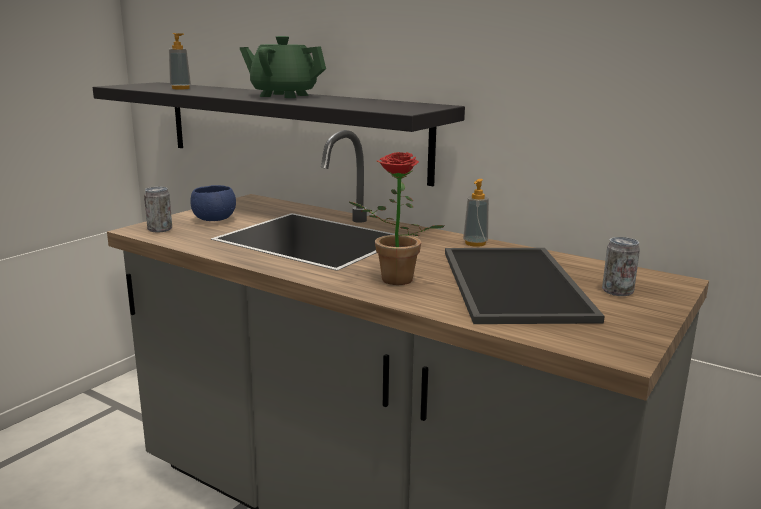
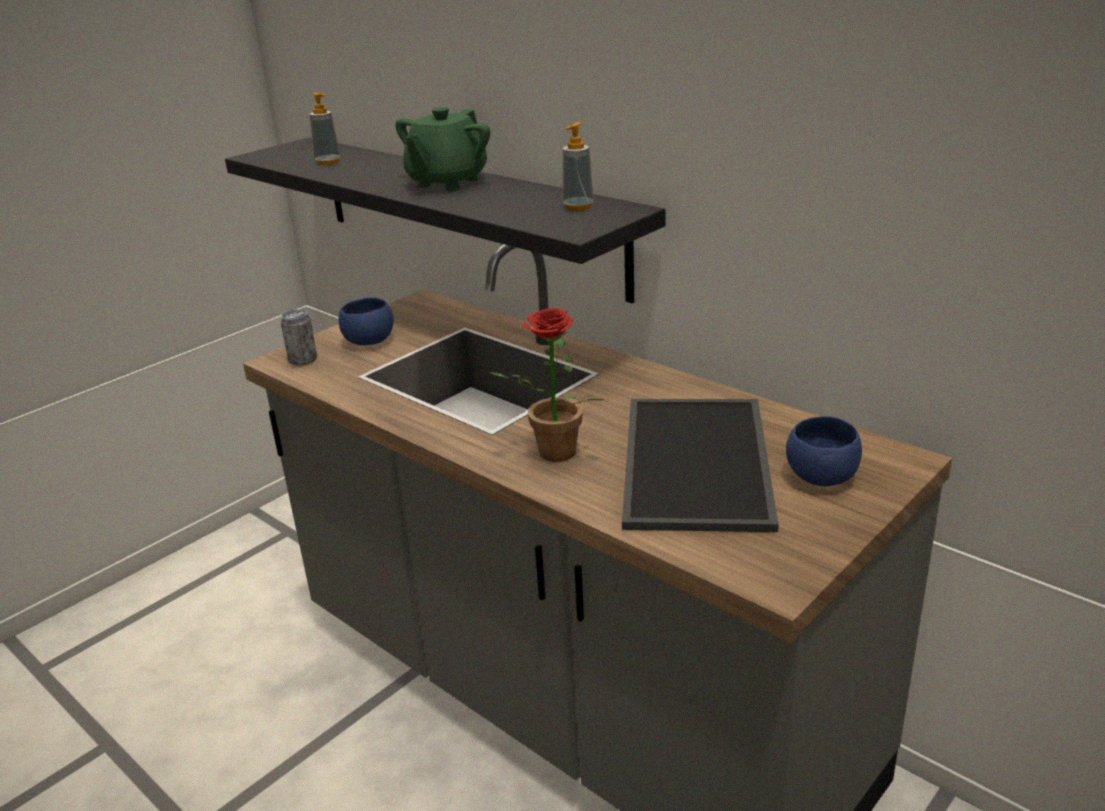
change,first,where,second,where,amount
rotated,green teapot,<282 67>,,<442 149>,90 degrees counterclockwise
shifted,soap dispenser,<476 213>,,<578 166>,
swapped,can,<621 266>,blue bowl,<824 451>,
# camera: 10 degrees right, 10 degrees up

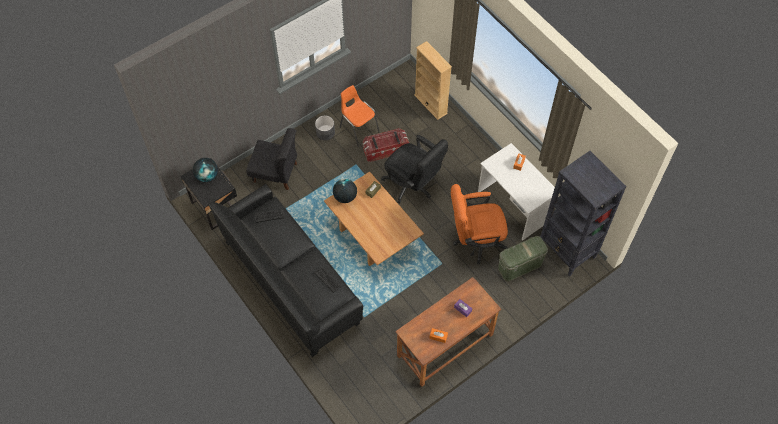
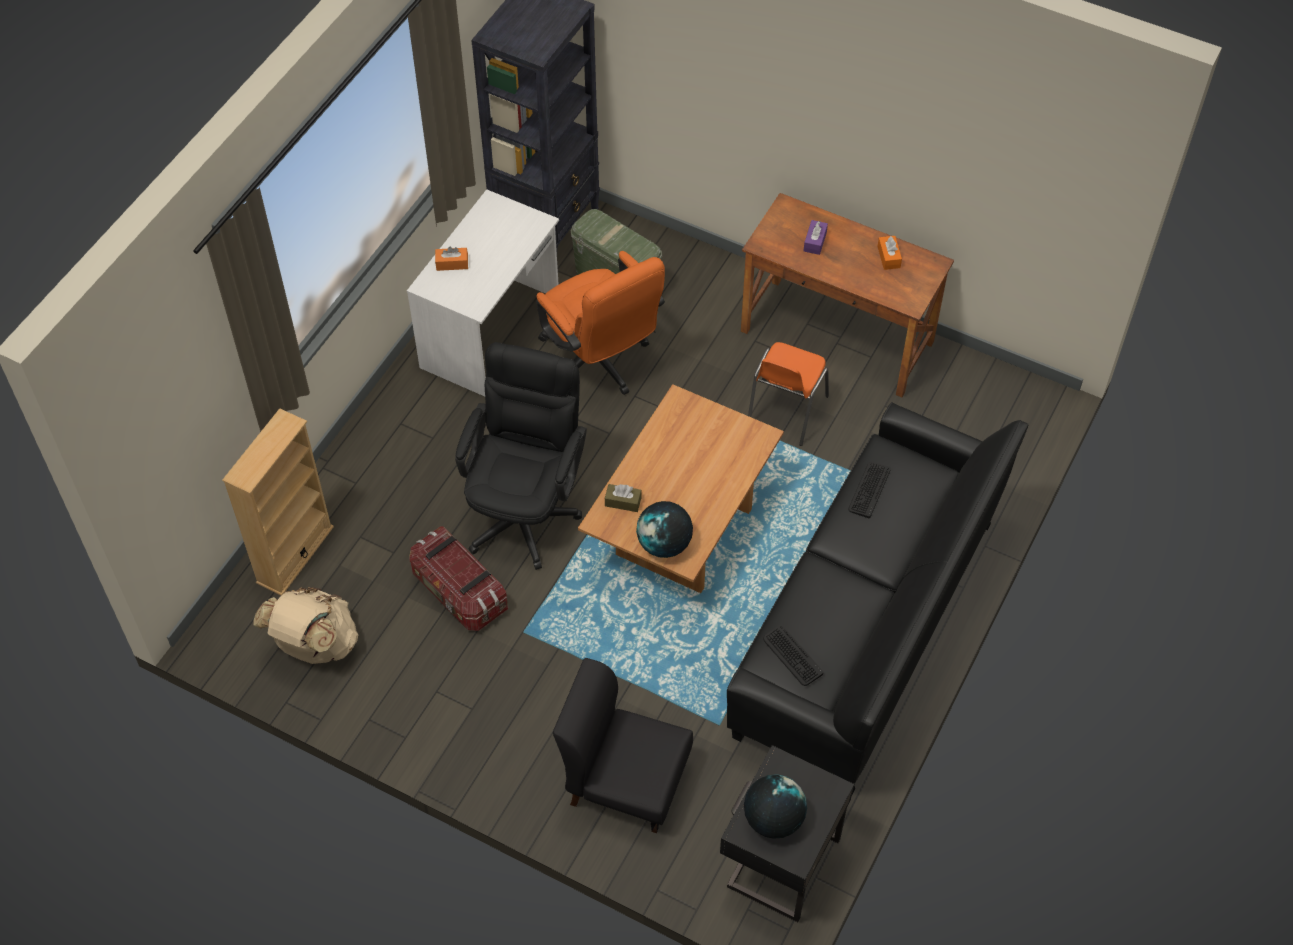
change,first,where,second,where,amount
rotated,black chair,<271 159>,,<623 745>,60 degrees counterclockwise
gone,grey planter,<325 127>,,,
shifted,orange chair,<360 116>,,<788 394>,
new,,,beige backpack,<306 625>,
# camera: 115 degrees left, 5 degrees down

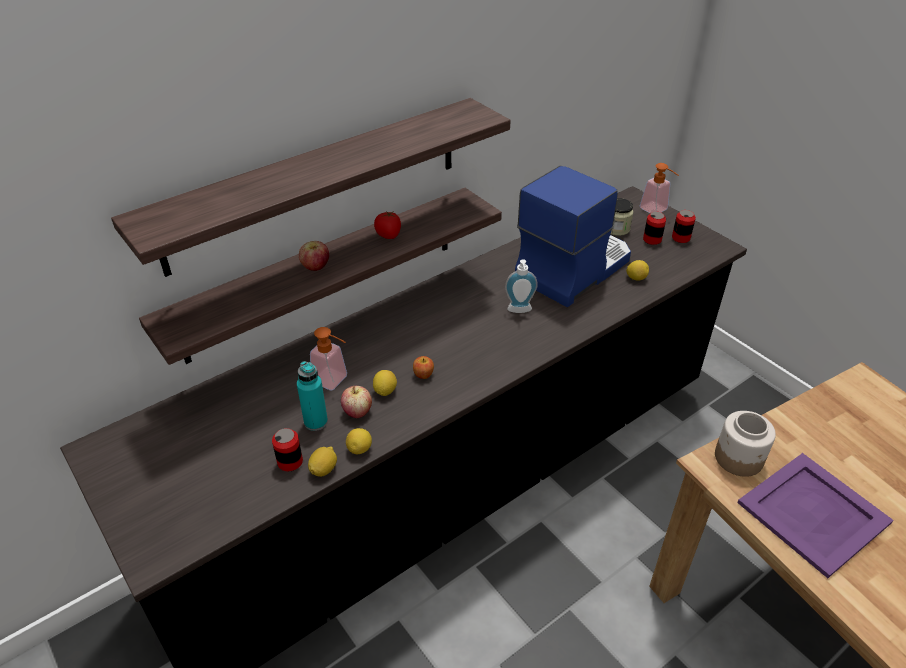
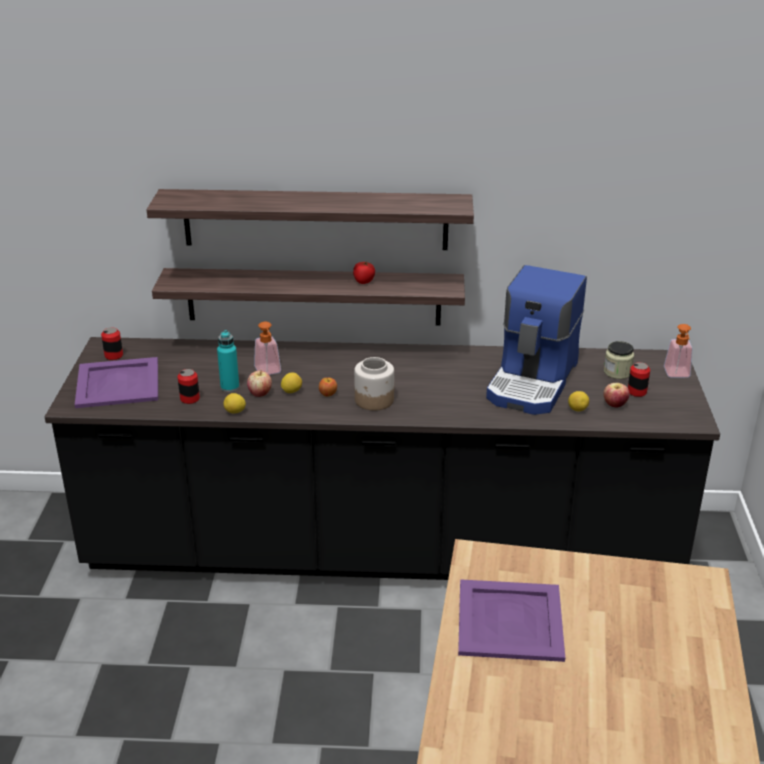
change,first,where,second,where,amount
shifted,apple,<314 256>,,<616 395>,
gone,lemon,<322 461>,,,
gone,soap dispenser,<521 286>,,,
rotated,coffee machine,<573 236>,,<536 340>,120 degrees clockwise
shifted,can,<684 226>,,<112 343>,
shifted,jar,<745 444>,,<374 384>,
new,,,purple tray,<116 382>,
# camera: 40 degrees right, 10 degrees down

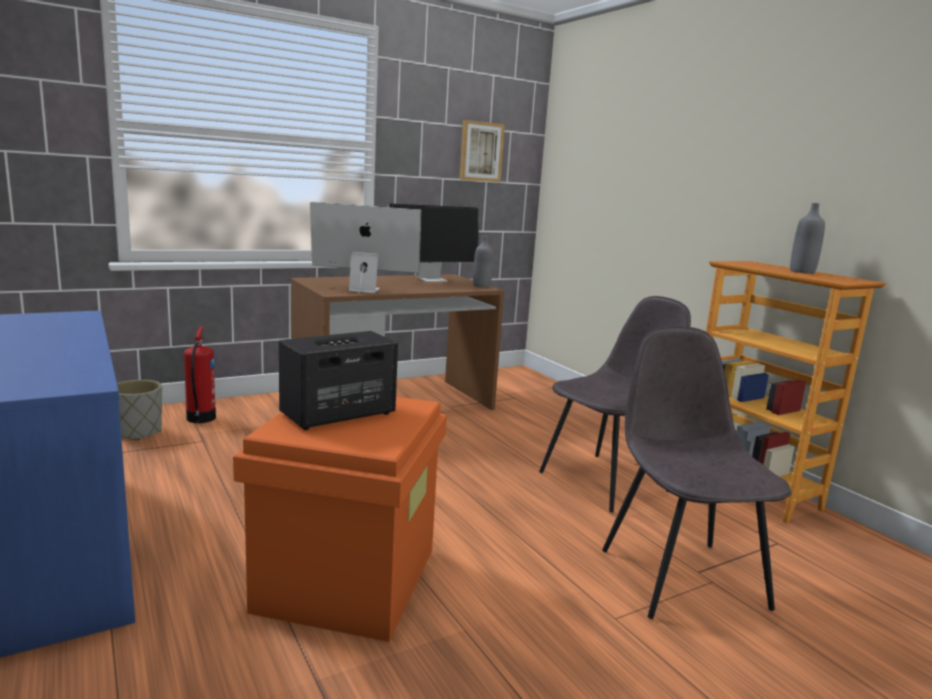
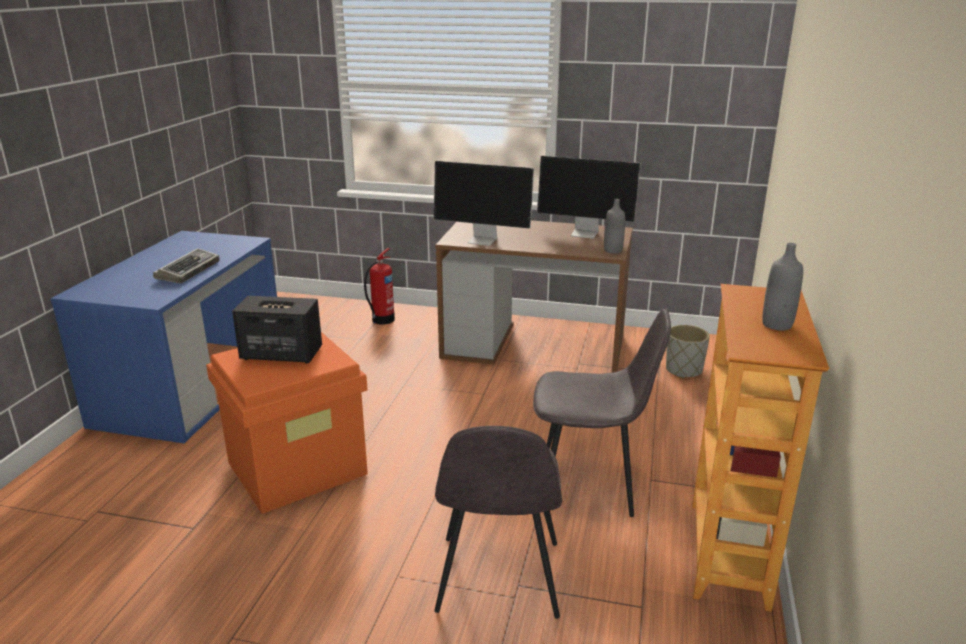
change,first,where,second,where,amount
shifted,grey planter,<139 410>,,<688 351>,
rotated,monitor,<366 248>,,<484 203>,150 degrees clockwise
gone,picture,<482 151>,,,
rotated,grey chair,<697 472>,,<498 522>,150 degrees clockwise
new,,,keyboard,<186 266>,
# camera: 45 degrees right, 10 degrees up

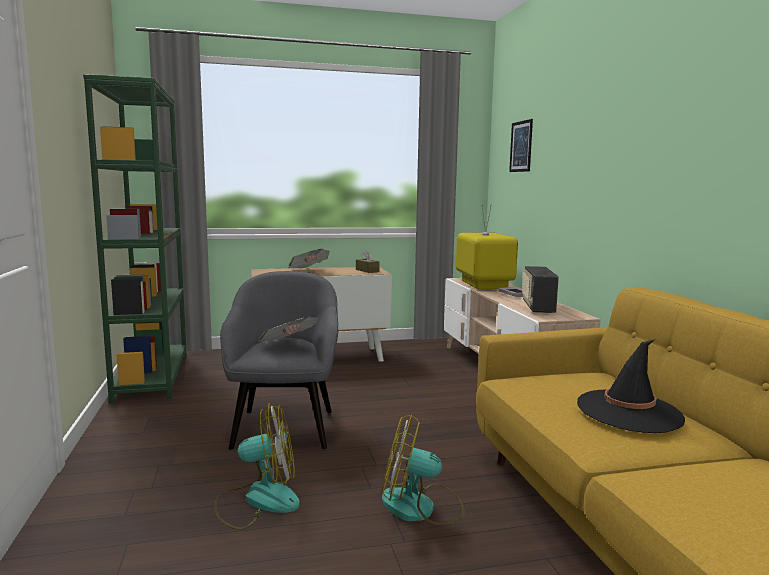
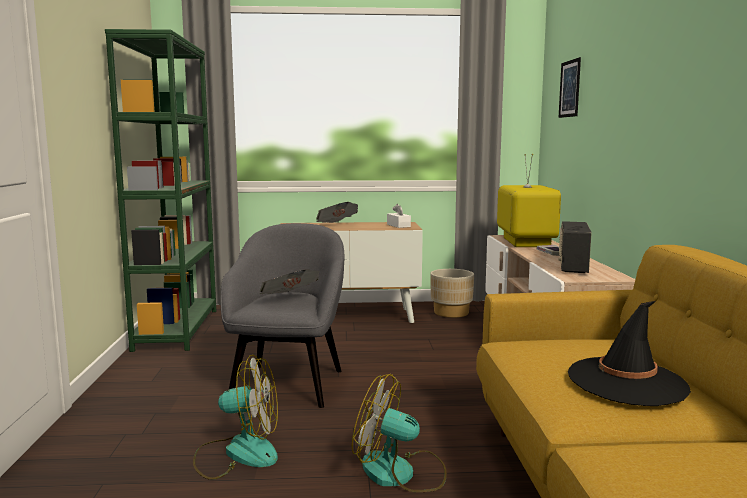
change,first,where,second,where,amount
repainted,brown tissue box,<368 261>,white tissue box,<399 216>,
new,,,beige planter,<452 293>,
# camera: 10 degrees right, 0 degrees up

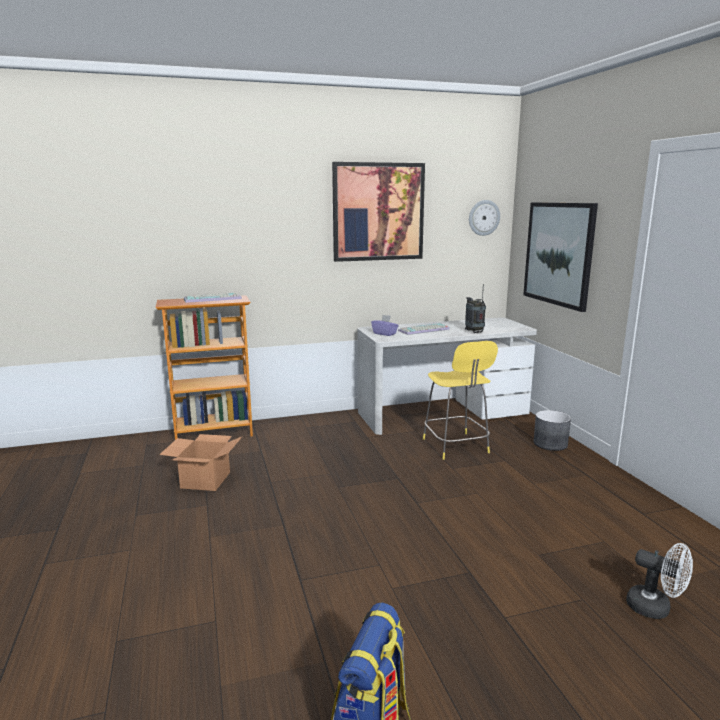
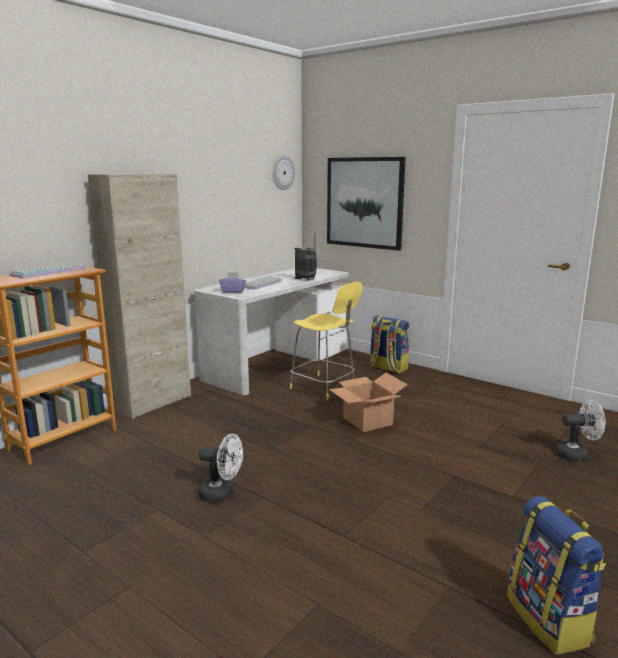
change,first,where,second,where,amount
shifted,cardboard box,<201 462>,,<368 402>,
gone,picture,<378 212>,,,
swapped,grey planter,<552 430>,backpack,<389 344>,
new,,,beige cabinet,<139 297>,
new,,,white fan,<221 468>,
# camera: 35 degrees left, 0 degrees up

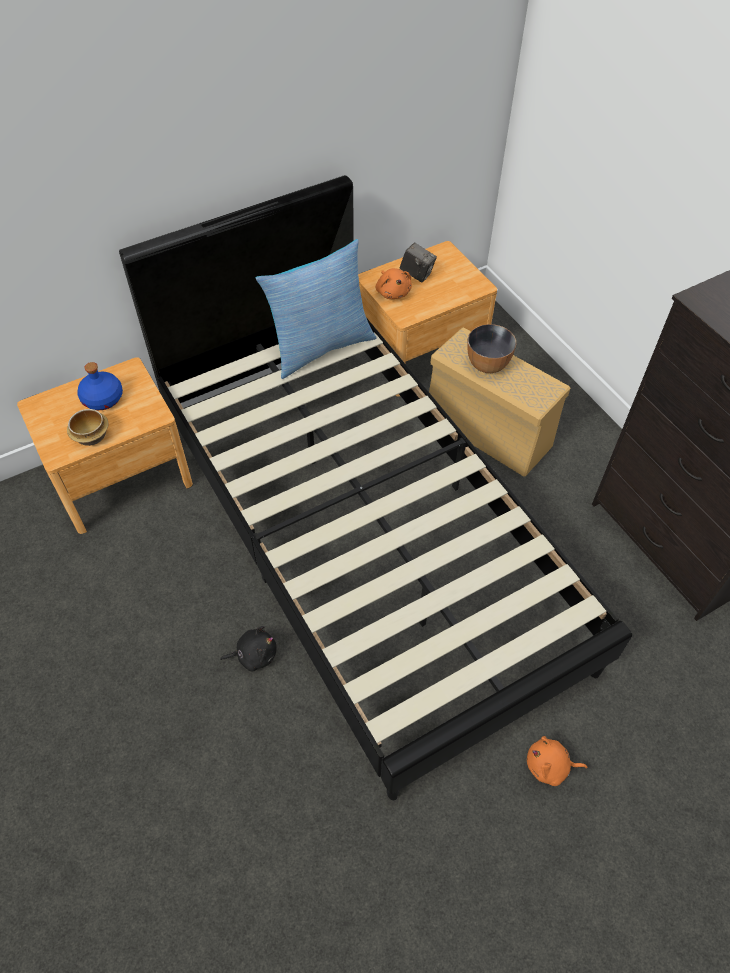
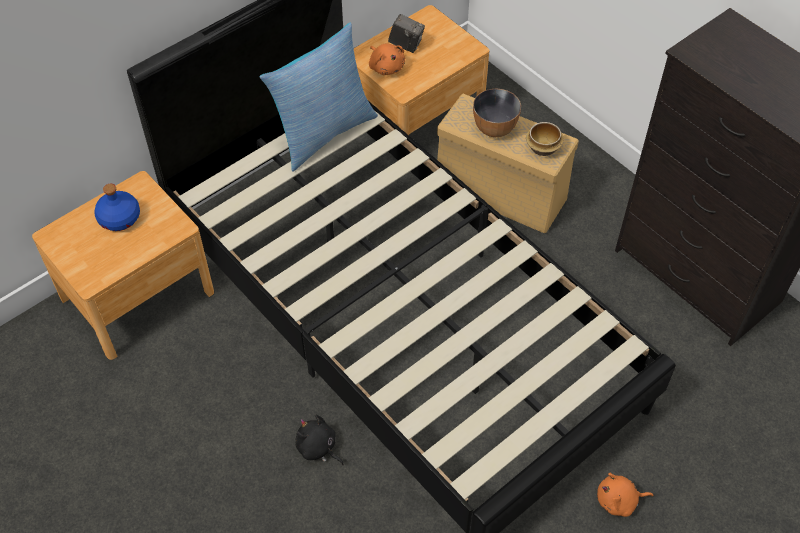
change,first,where,second,where,amount
shifted,bowl,<88 427>,,<545 139>,
rotated,black plush toy,<248 648>,,<320 439>,120 degrees counterclockwise
# camera: 10 degrees left, 0 degrees up

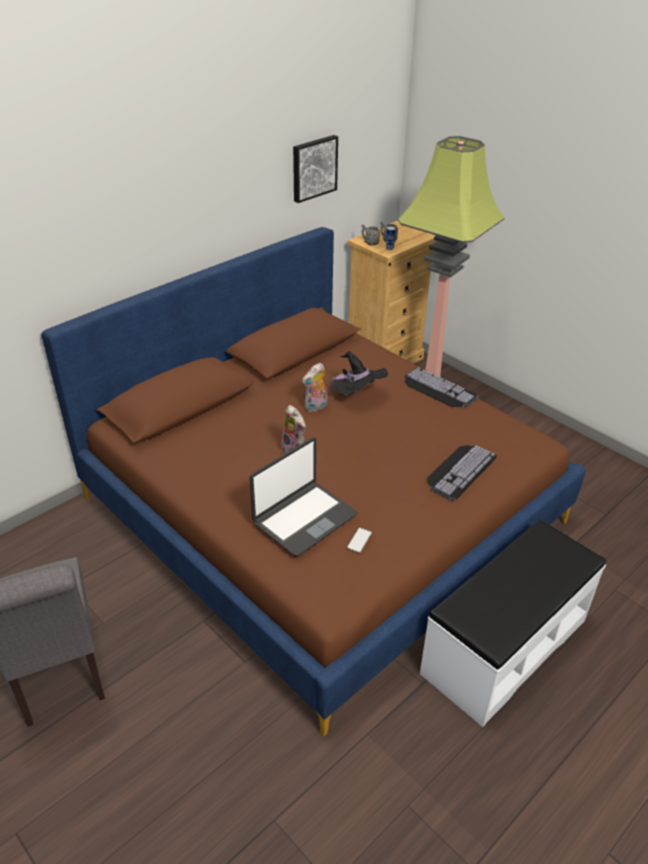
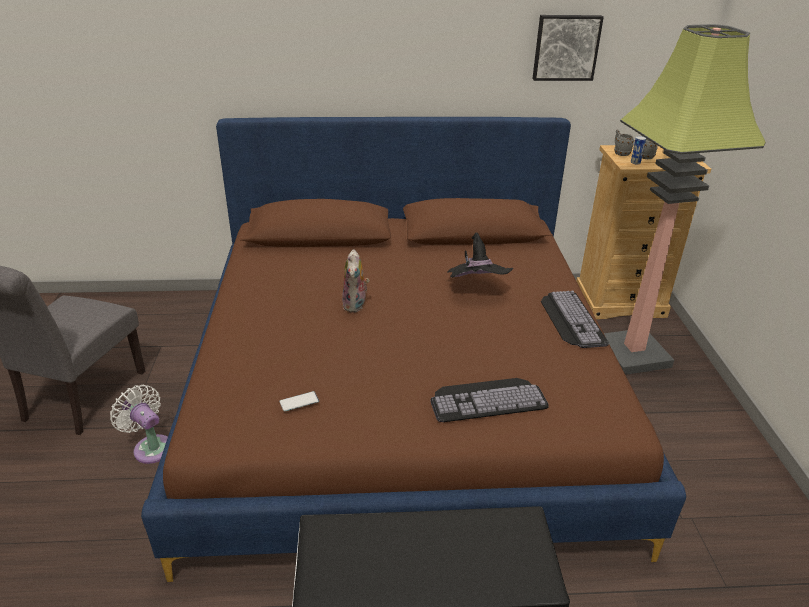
change,first,where,second,where,amount
gone,laptop,<303 497>,,,
gone,plush toy,<315 387>,,,
new,,,white fan,<139 424>,
# camera: 40 degrees right, 5 degrees down

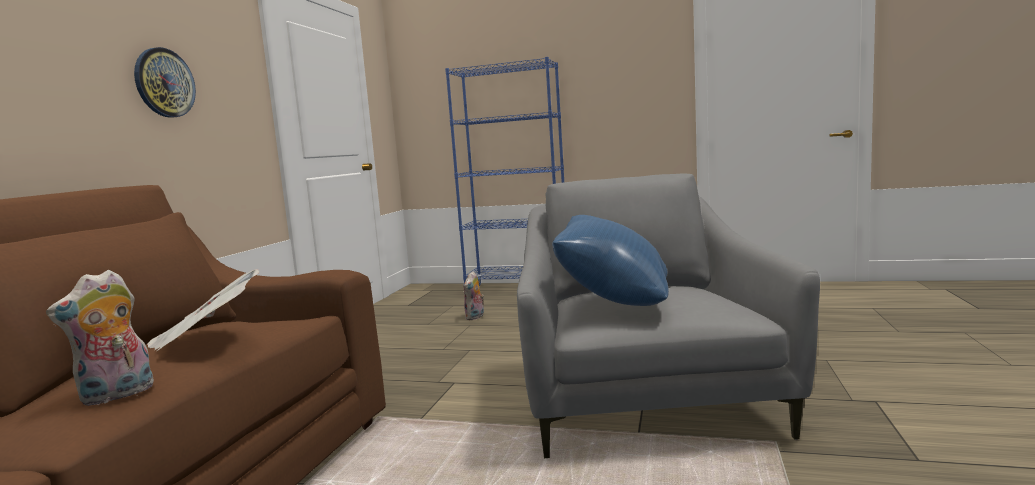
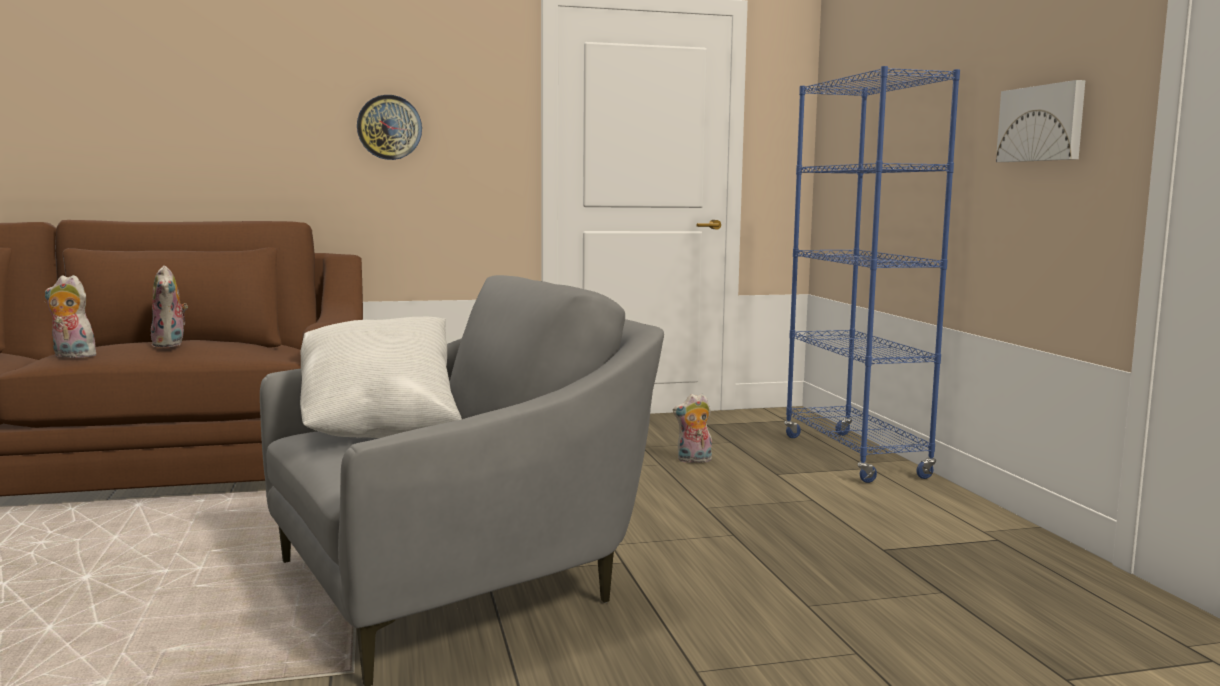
change,first,where,second,where,amount
swapped,newspaper,<203 310>,plush toy,<169 306>,
repainted,blue pillow,<610 260>,white pillow,<381 377>,
new,,,picture,<1040 121>,
# camera: 60 degrees right, 0 degrees up

